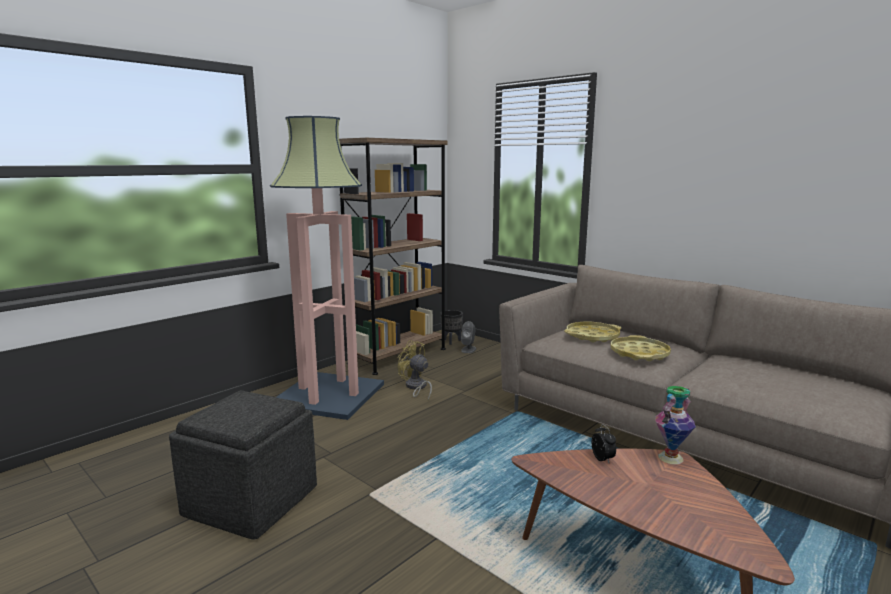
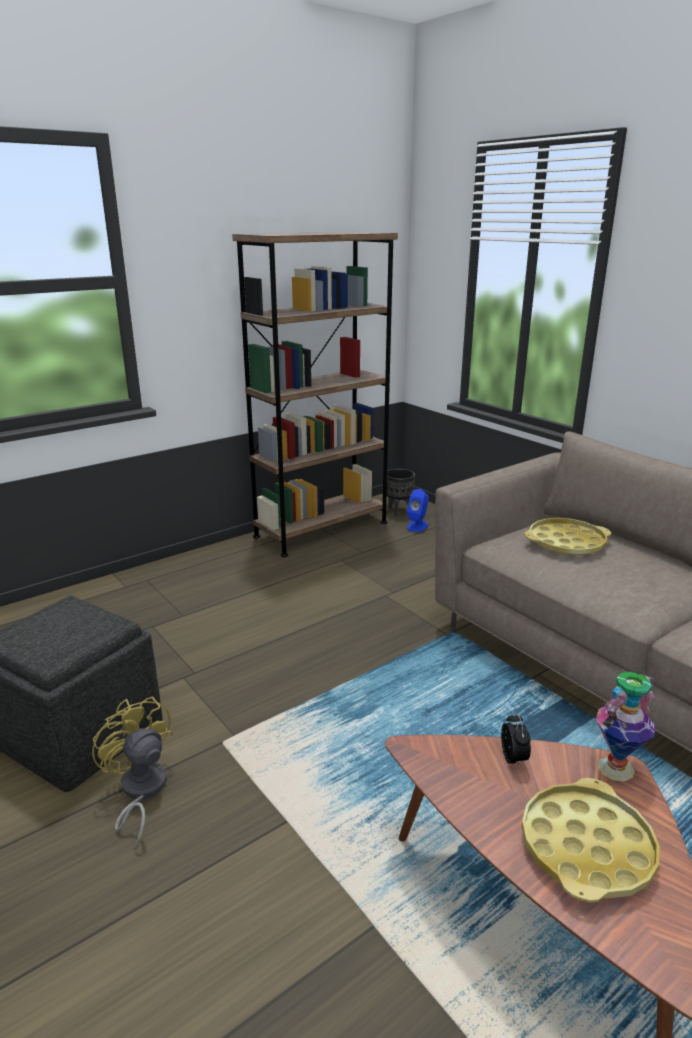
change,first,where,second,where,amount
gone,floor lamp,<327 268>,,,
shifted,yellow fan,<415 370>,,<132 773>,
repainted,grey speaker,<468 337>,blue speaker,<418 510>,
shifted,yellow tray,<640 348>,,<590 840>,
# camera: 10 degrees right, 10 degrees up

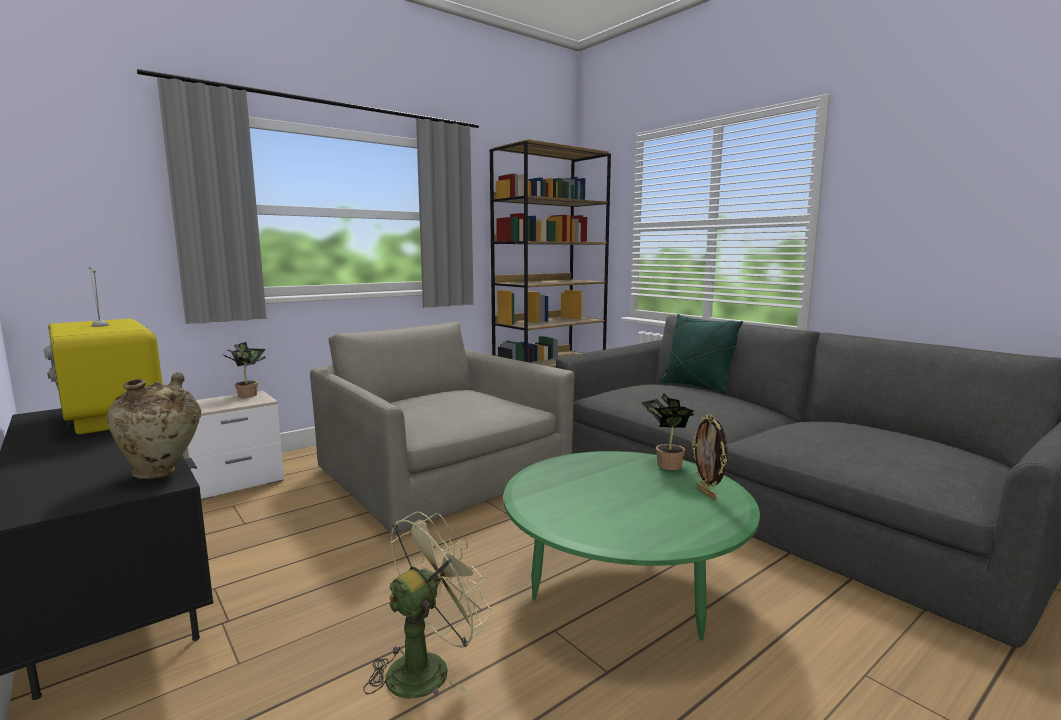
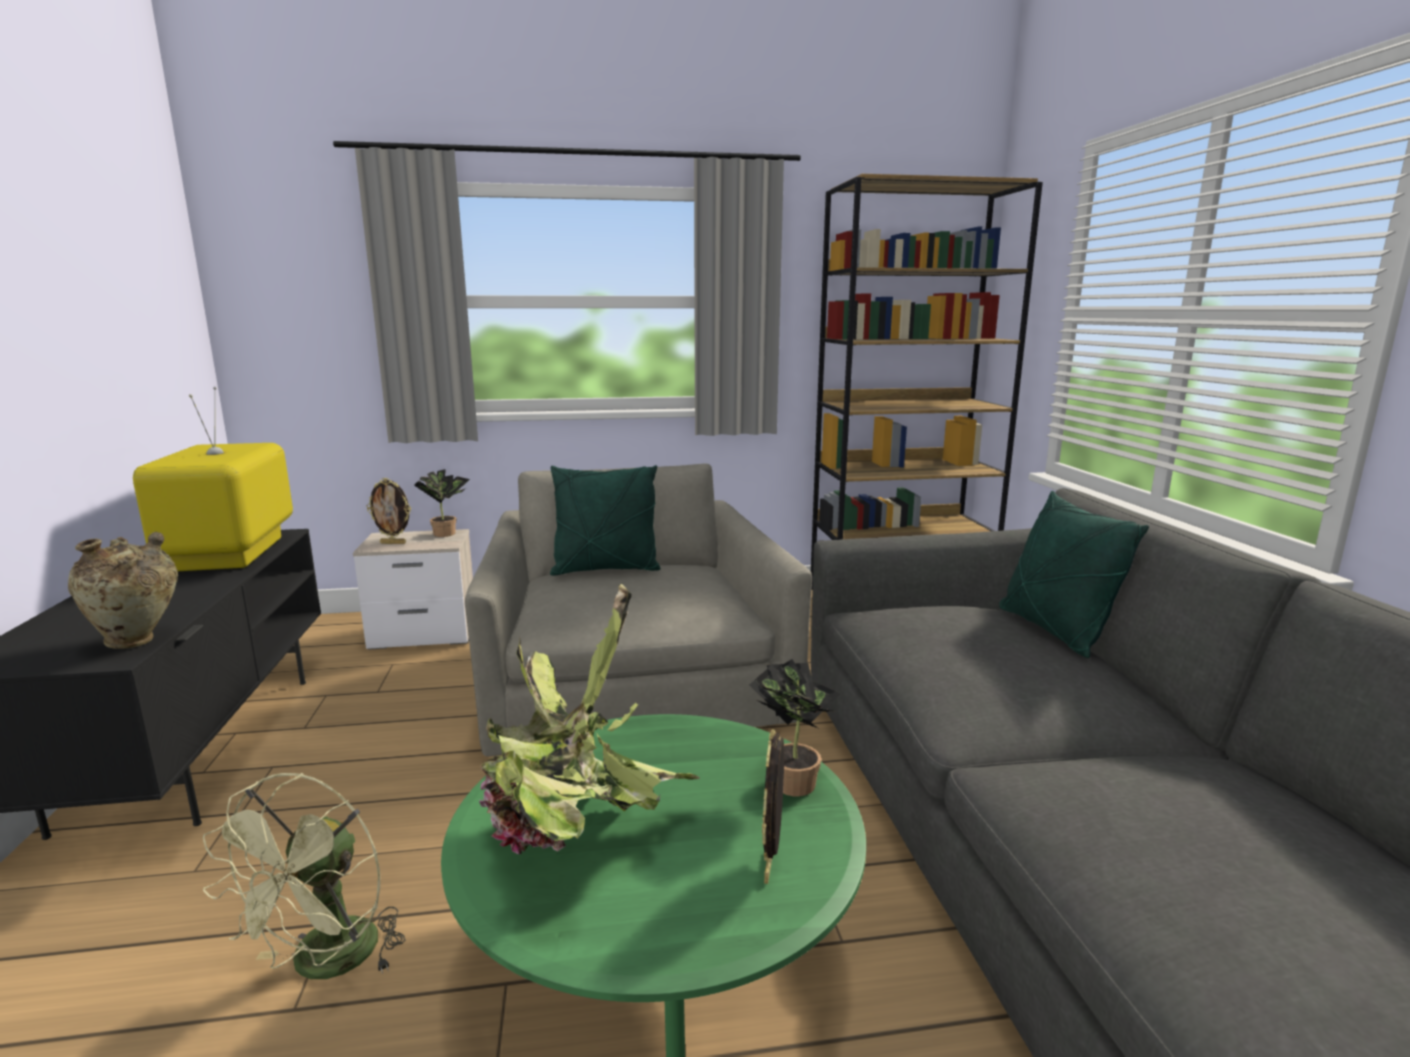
change,first,where,second,where,amount
rotated,green fan,<428 605>,,<304 876>,120 degrees clockwise
new,,,picture frame,<389 511>,
new,,,potted plant,<589 718>,
new,,,green pillow,<605 520>,
# camera: 30 degrees right, 5 degrees up

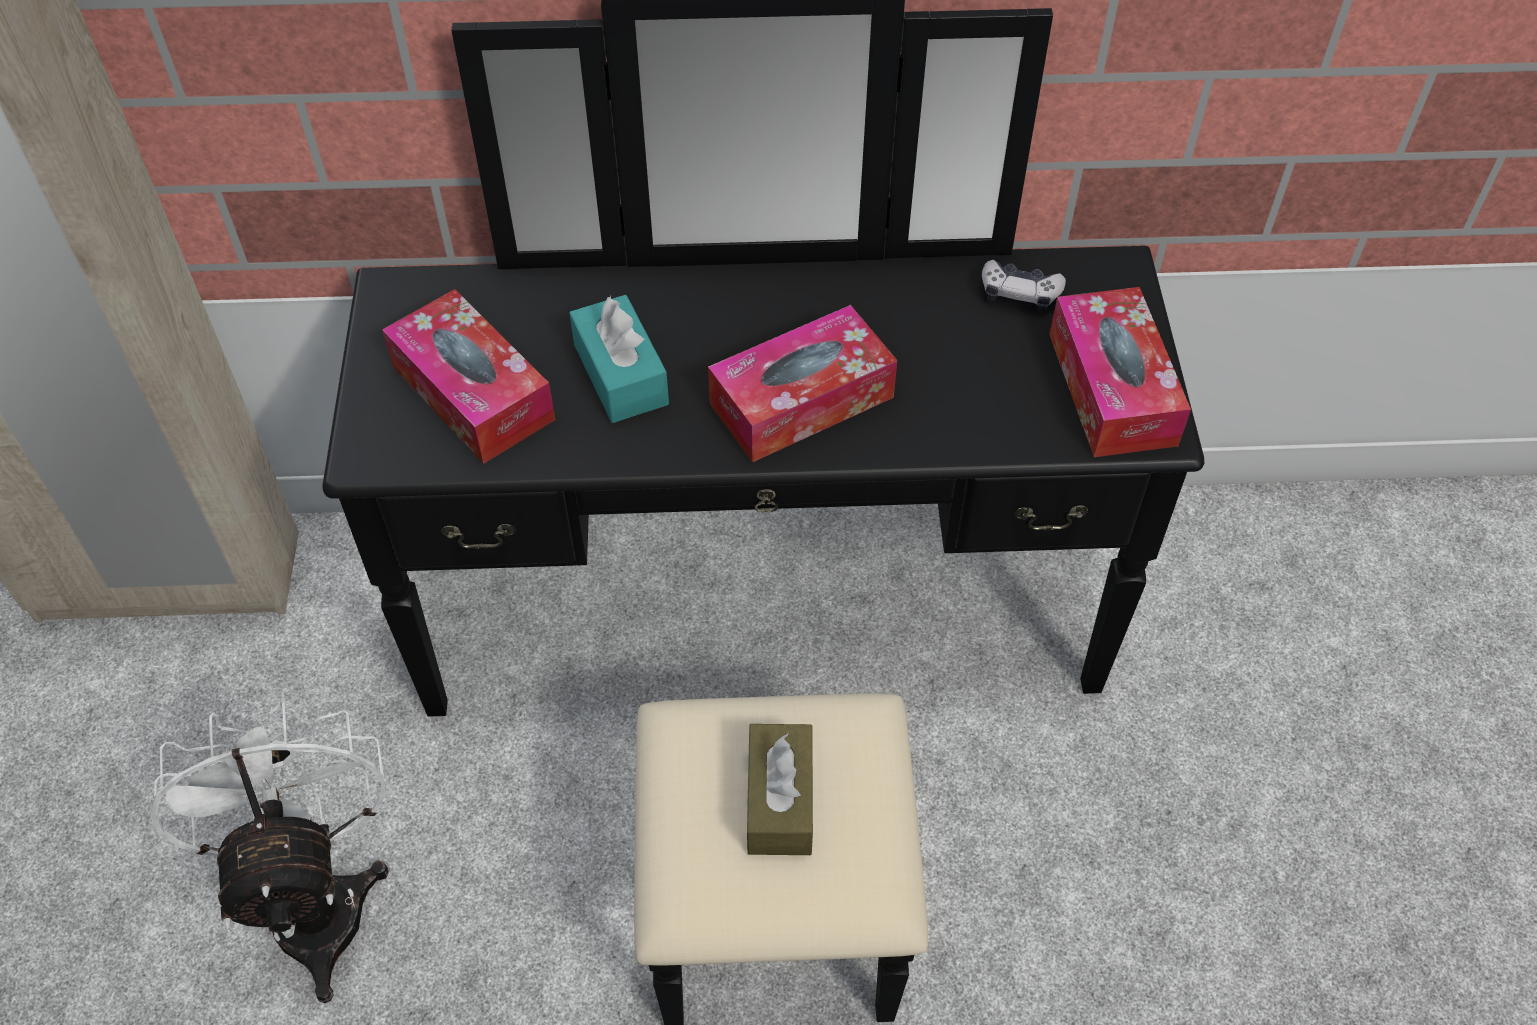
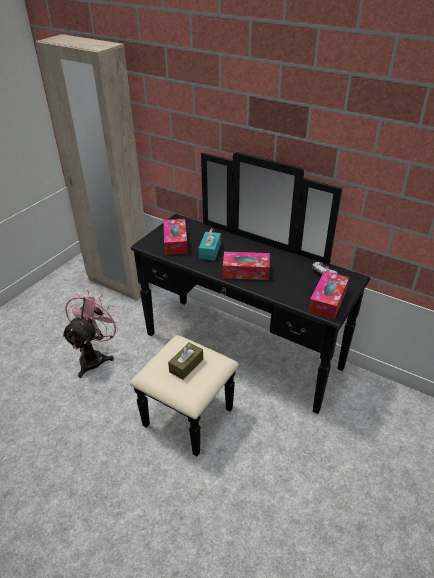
change,first,where,second,where,amount
repainted,white fan,<269 851>,pink fan,<92 334>,
# camera: 35 degrees right, 15 degrees down

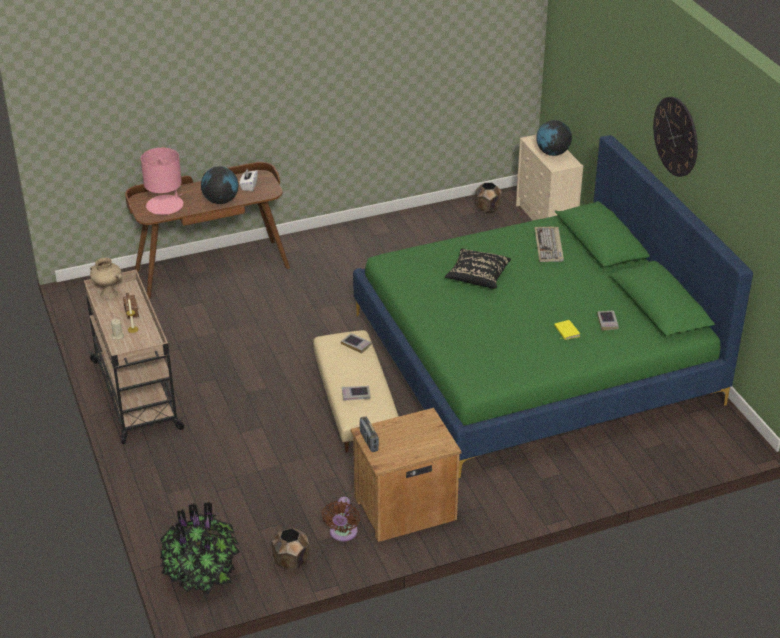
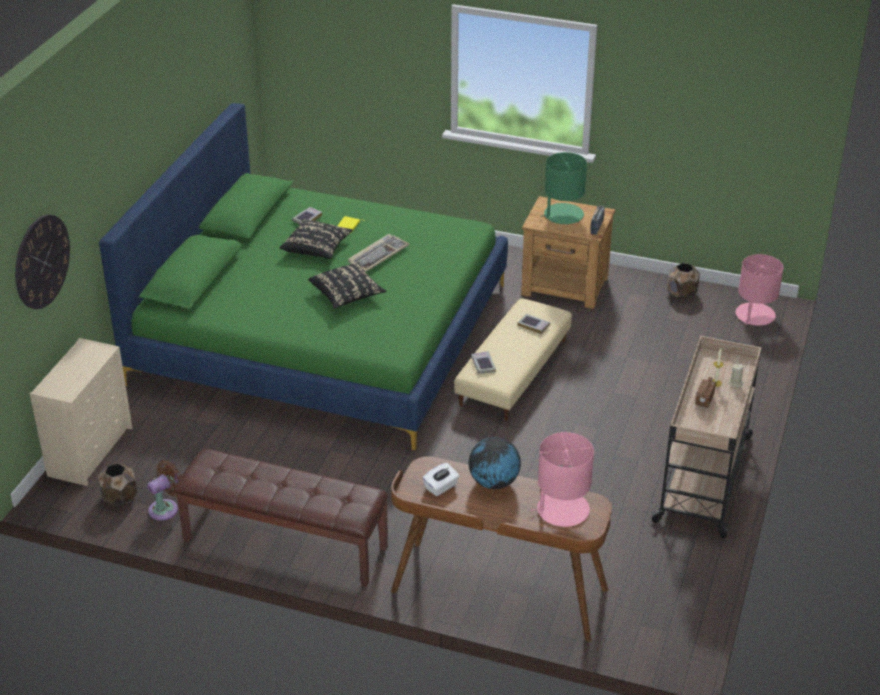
change,first,where,second,where,amount
gone,beige vase,<106 278>,,,
swapped,potted plant,<200 548>,pink table lamp,<760 290>,
shifted,brown fan,<341 519>,,<164 490>,
shifted,keyboard,<549 244>,,<378 253>,
gone,globe,<554 138>,,,
shifted,wall clock,<675 137>,,<42 262>,
new,,,brown bench,<281 518>,
new,,,black pillow,<316 239>,
new,,,green table lamp,<563 188>,
# camera: 140 degrees left, 0 degrees up

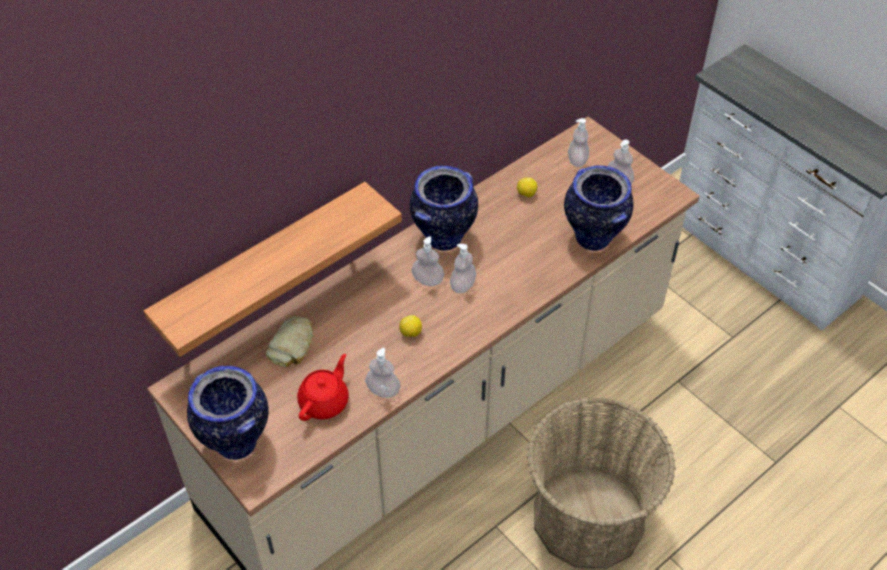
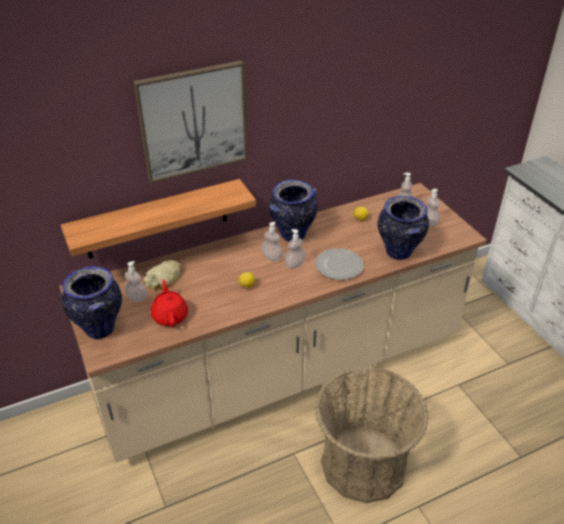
change,first,where,second,where,amount
rotated,red teapot,<323 387>,,<169 303>,60 degrees counterclockwise
shifted,soap dispenser,<383 373>,,<136 281>,
new,,,picture,<190 121>,
new,,,plate,<339 264>,
# camera: 15 degrees right, 10 degrees down

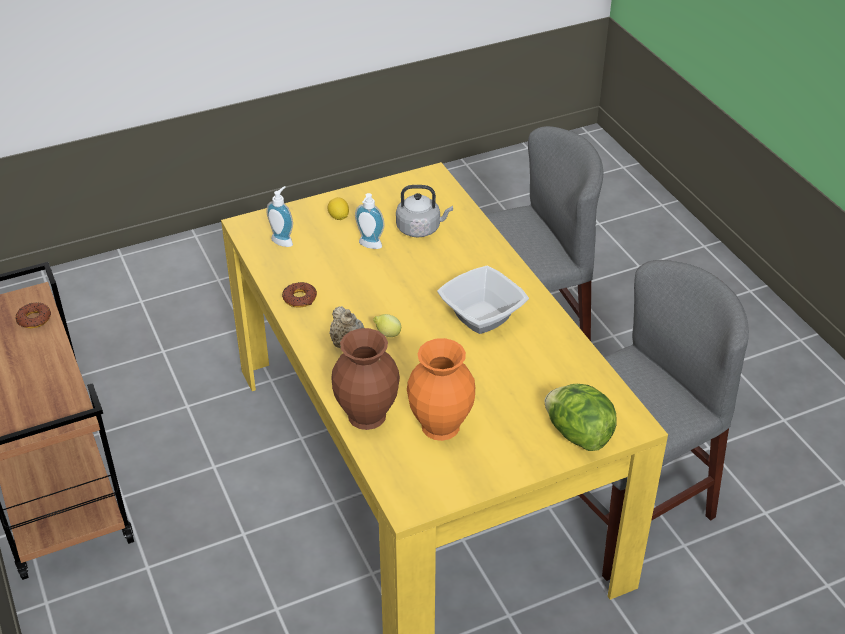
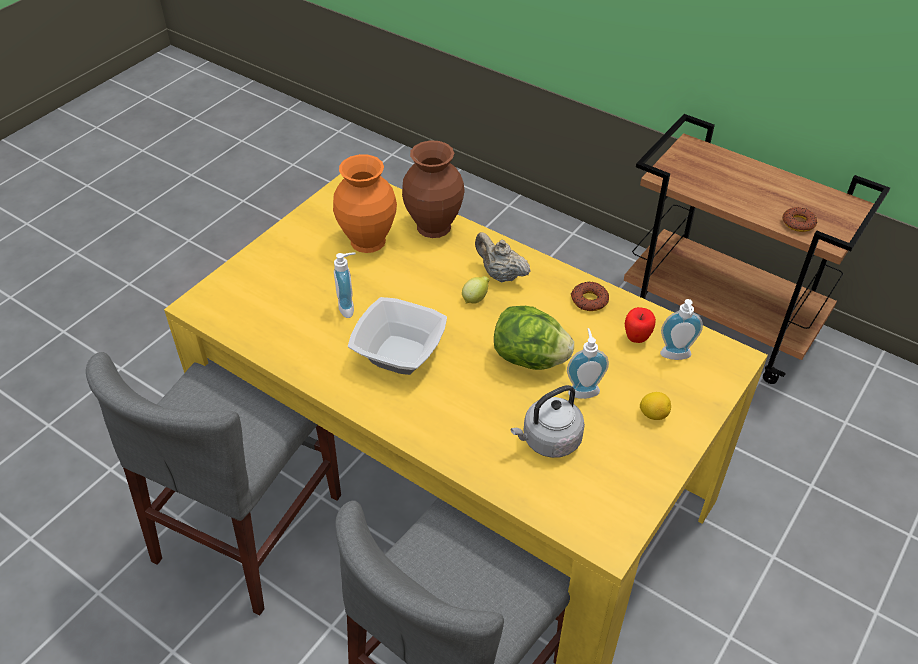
change,first,where,second,where,amount
shifted,lettuce,<581 417>,,<534 338>,
new,,,soap dispenser,<344 285>,
new,,,apple,<640 325>,
# camera: 150 degrees right, 5 degrees up

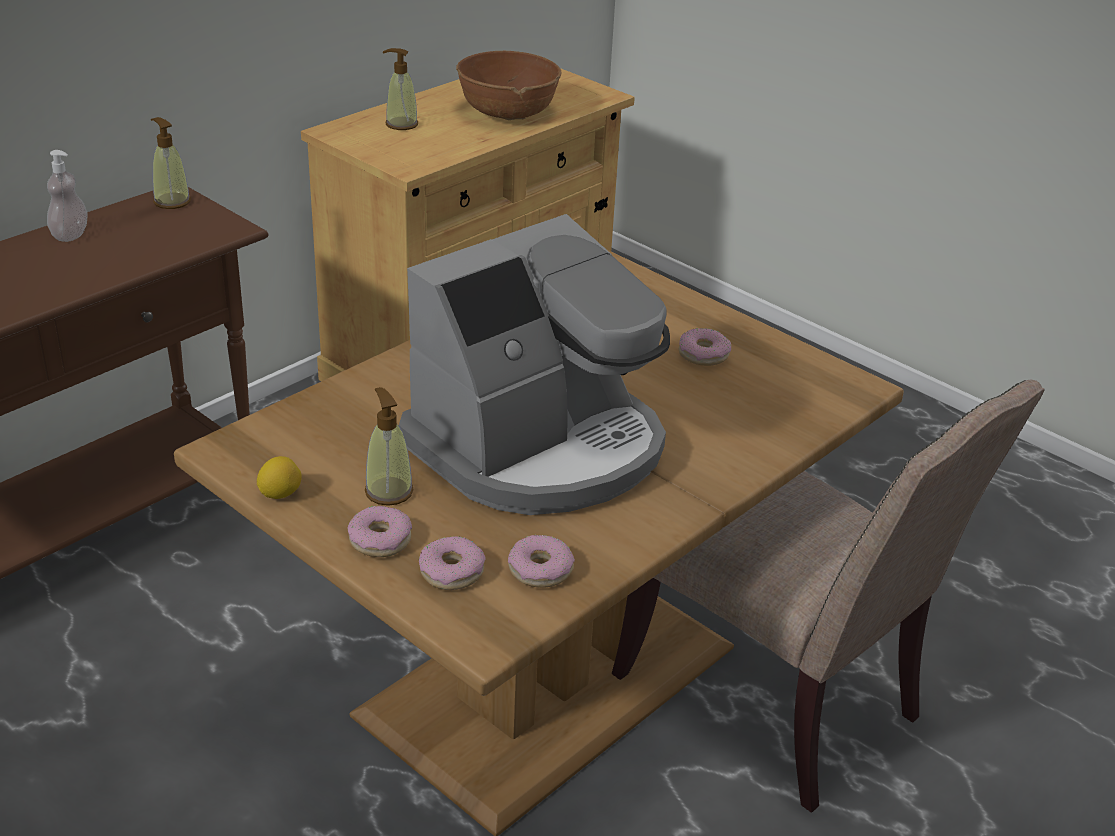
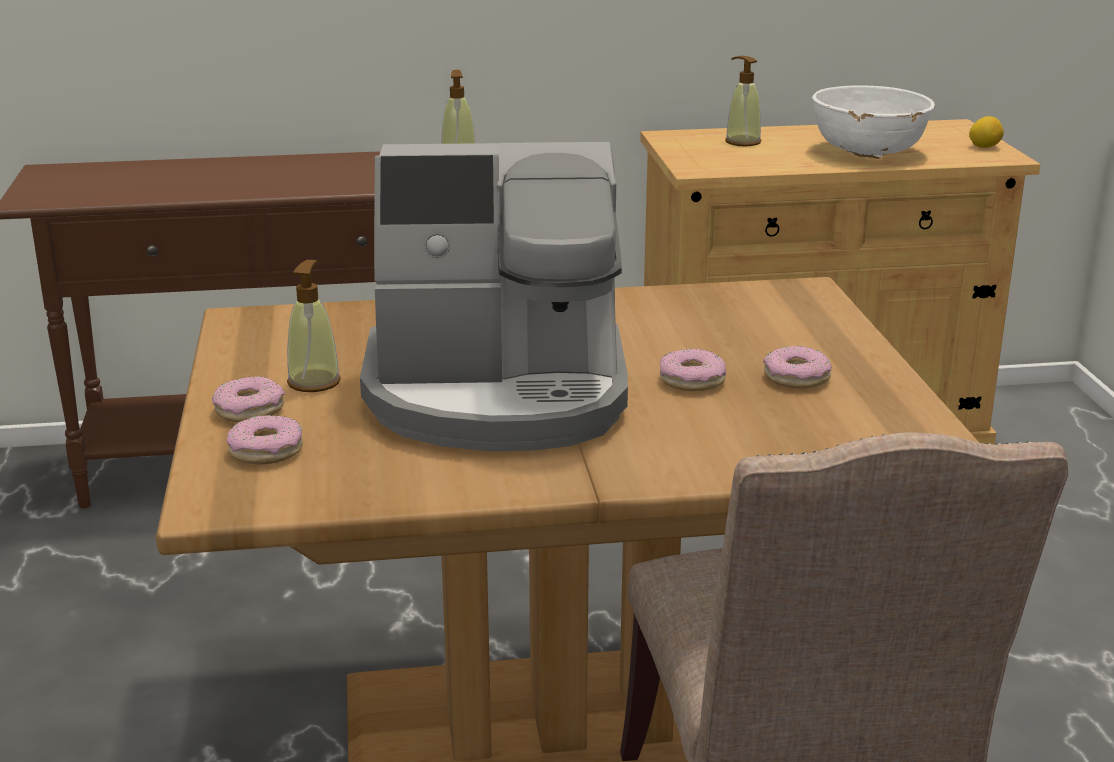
change,first,where,second,where,amount
gone,soap dispenser,<67 196>,,,
shifted,lemon,<279 477>,,<986 132>,
repainted,brown bowl,<508 85>,white bowl,<873 122>,
shifted,donut,<541 561>,,<693 370>,
# camera: 40 degrees right, 10 degrees down

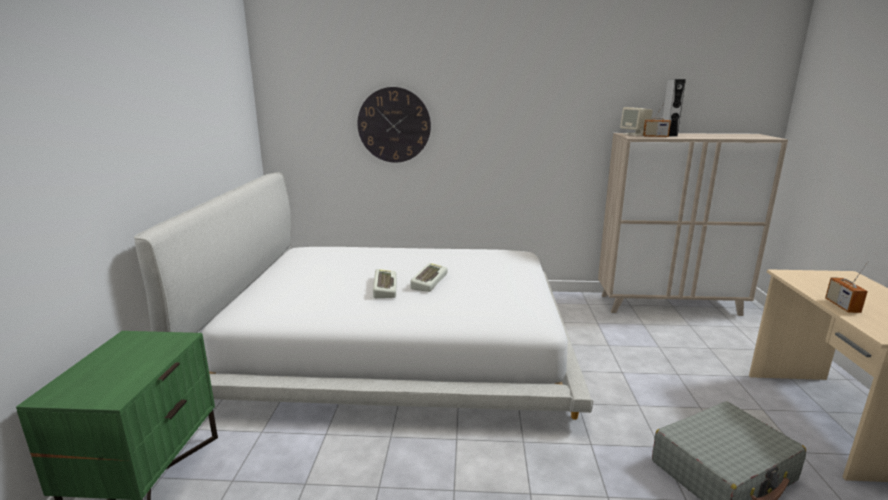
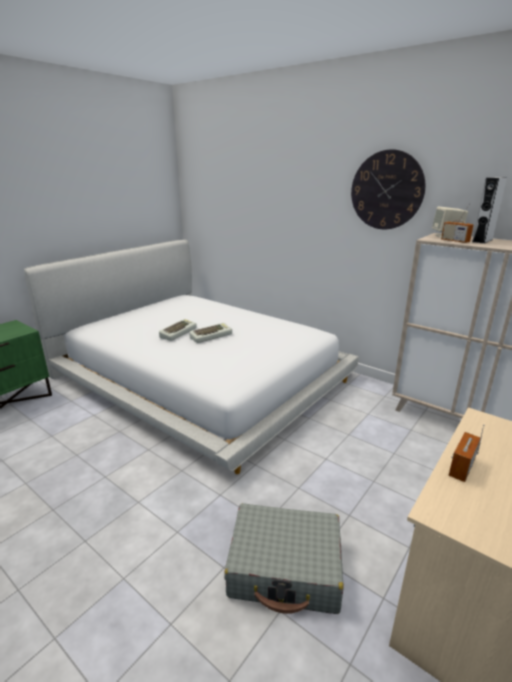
change,first,where,second,where,amount
shifted,wall clock,<394 124>,,<388 189>,
# camera: 35 degrees right, 5 degrees up

